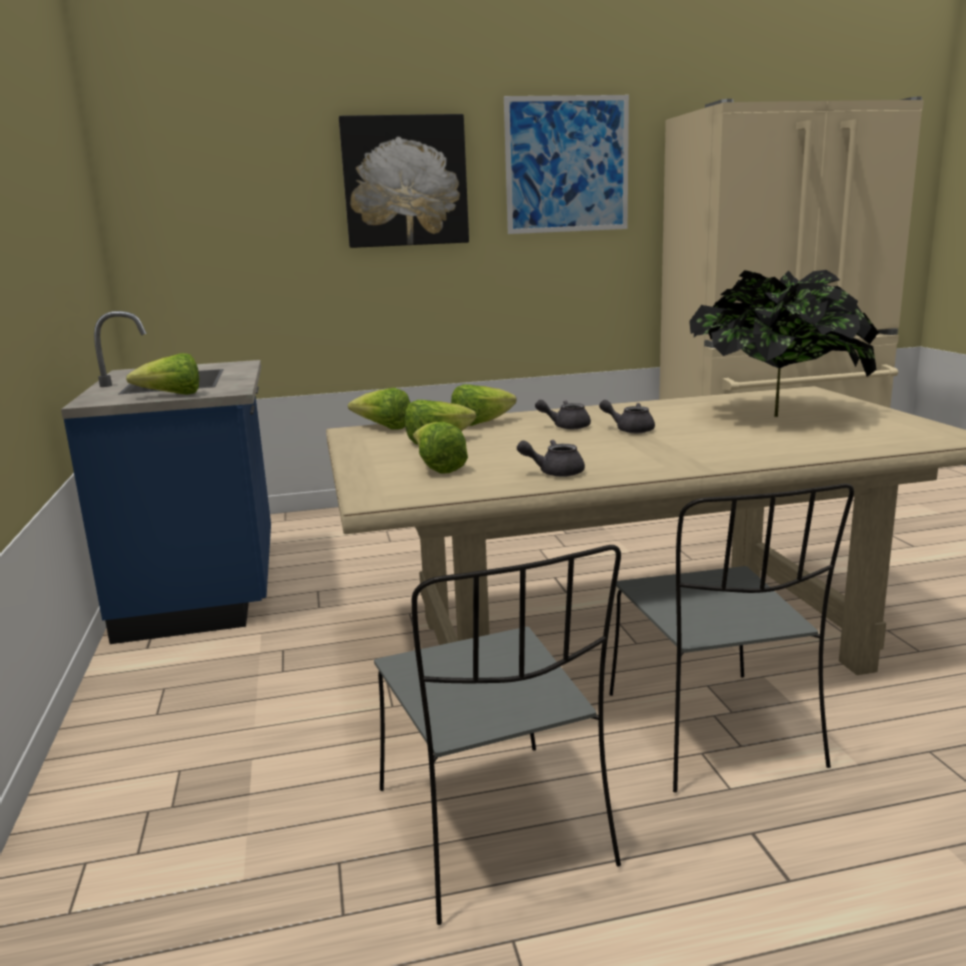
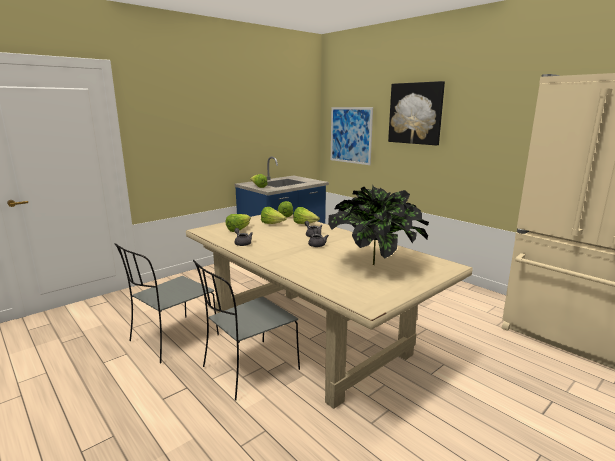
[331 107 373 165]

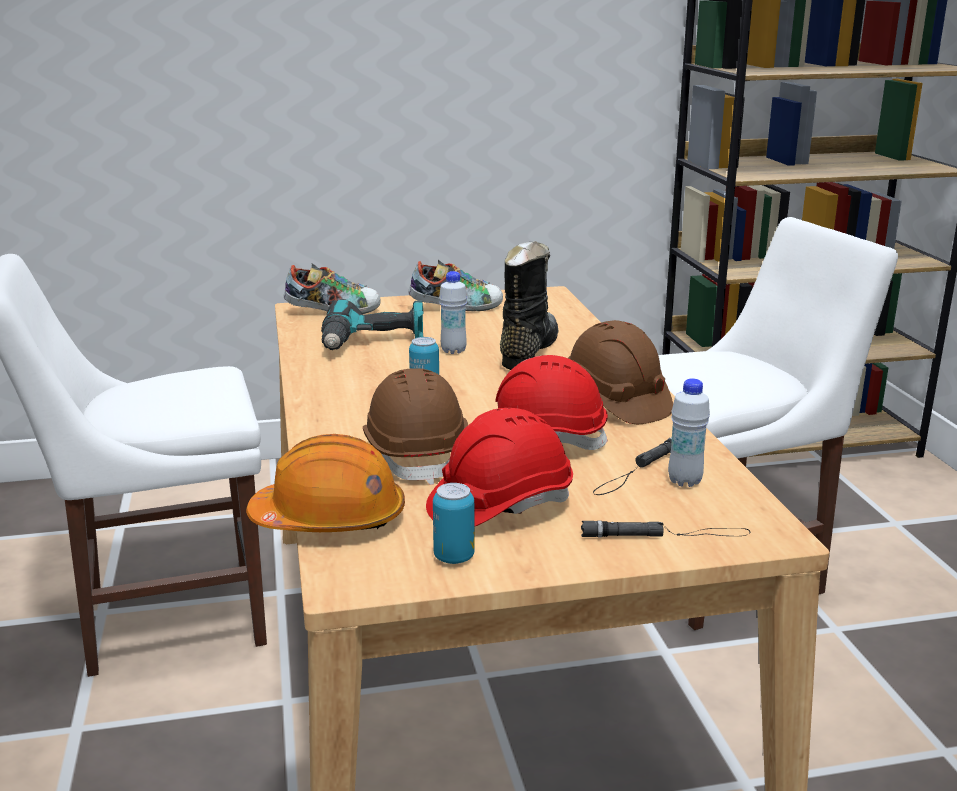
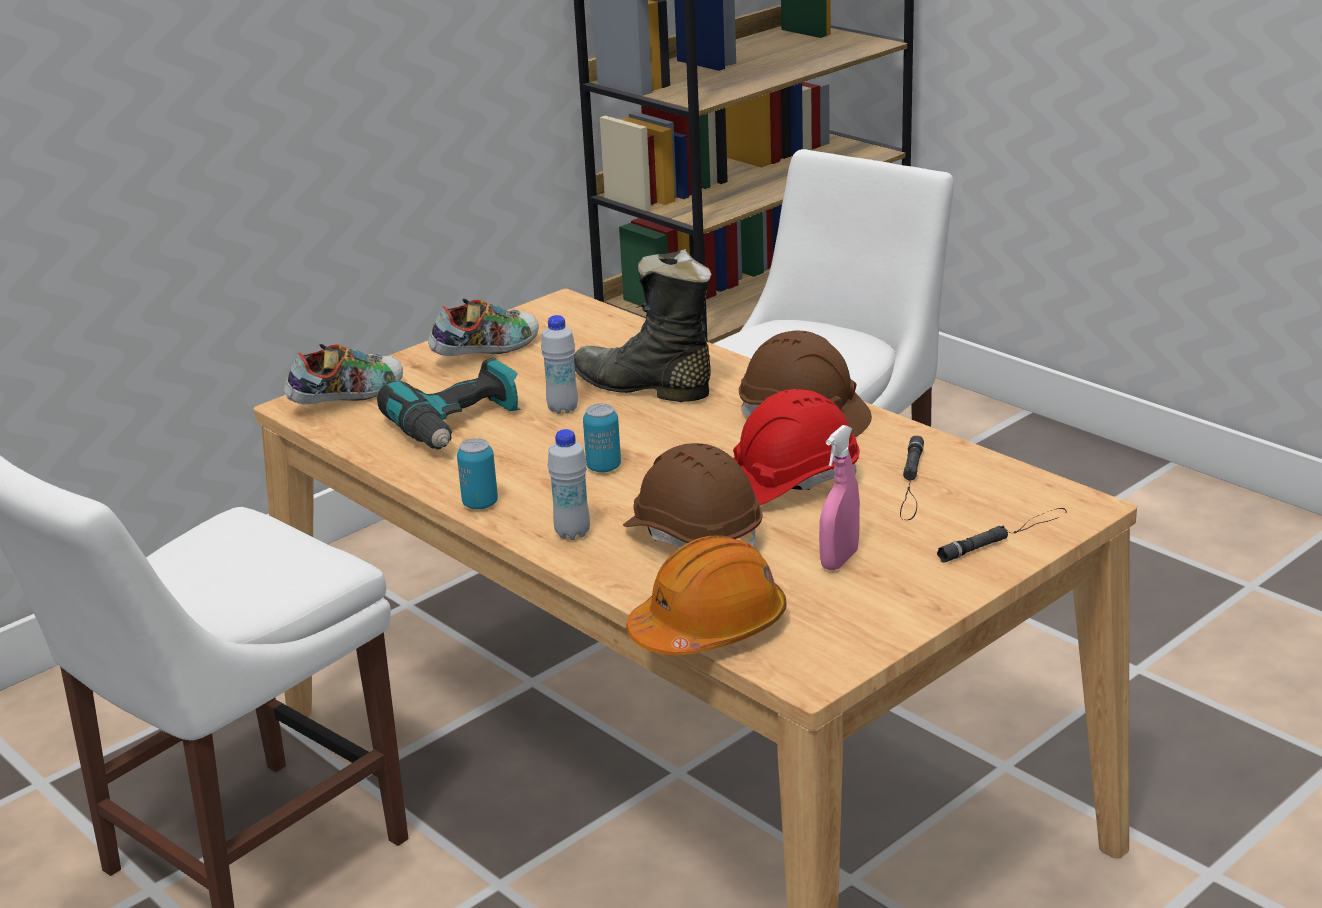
[574 249 711 402]
[548 429 590 540]
[819 425 860 570]
[457 438 498 509]

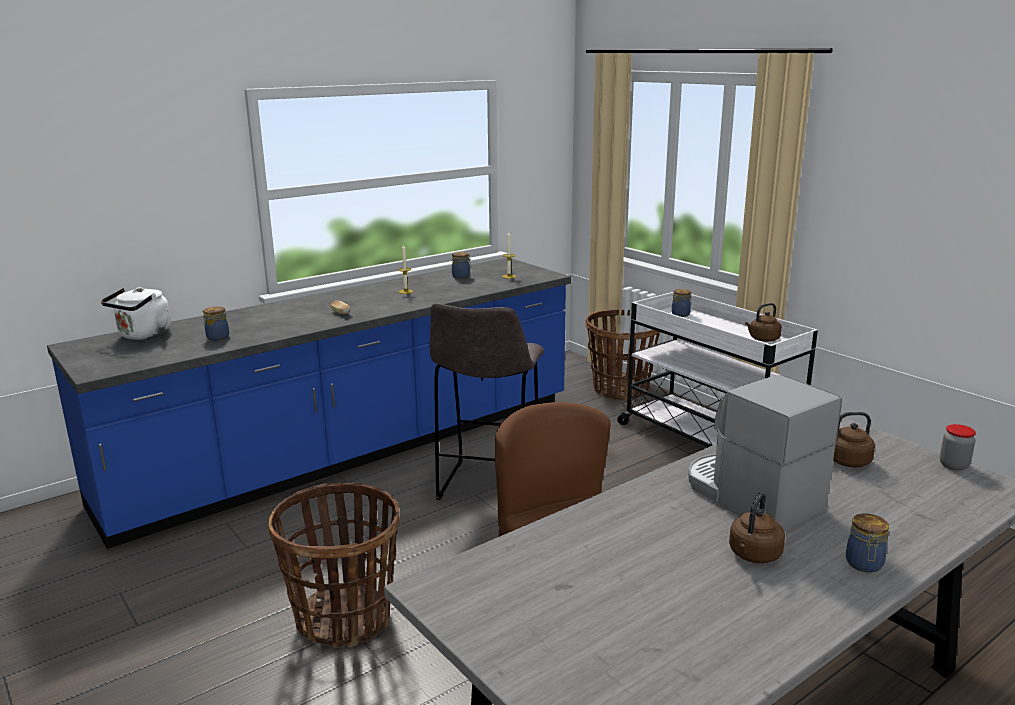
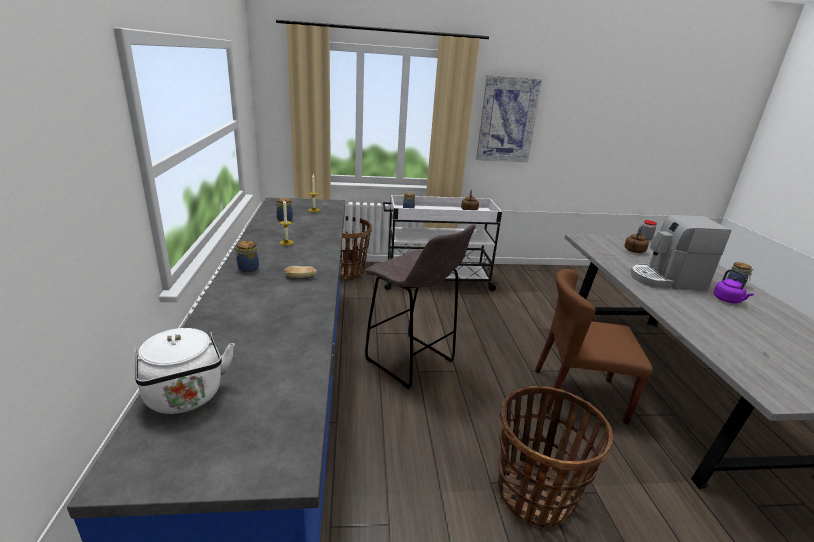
[234 241 259 272]
[713 269 754 303]
[476 75 542 162]

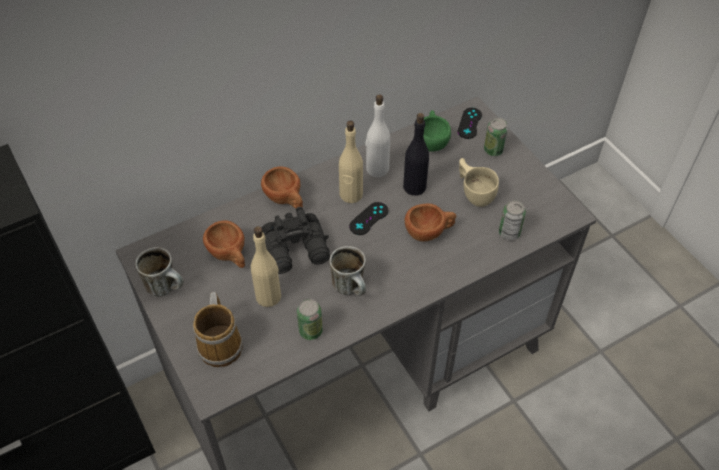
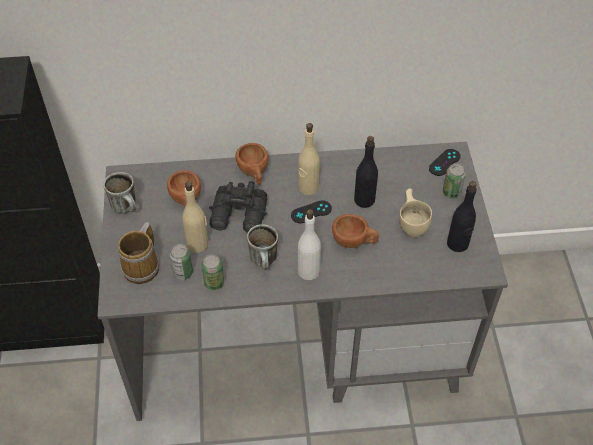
[298 210 321 280]
[424 110 451 152] (first image)
[169 244 193 280]
[447 181 477 252]

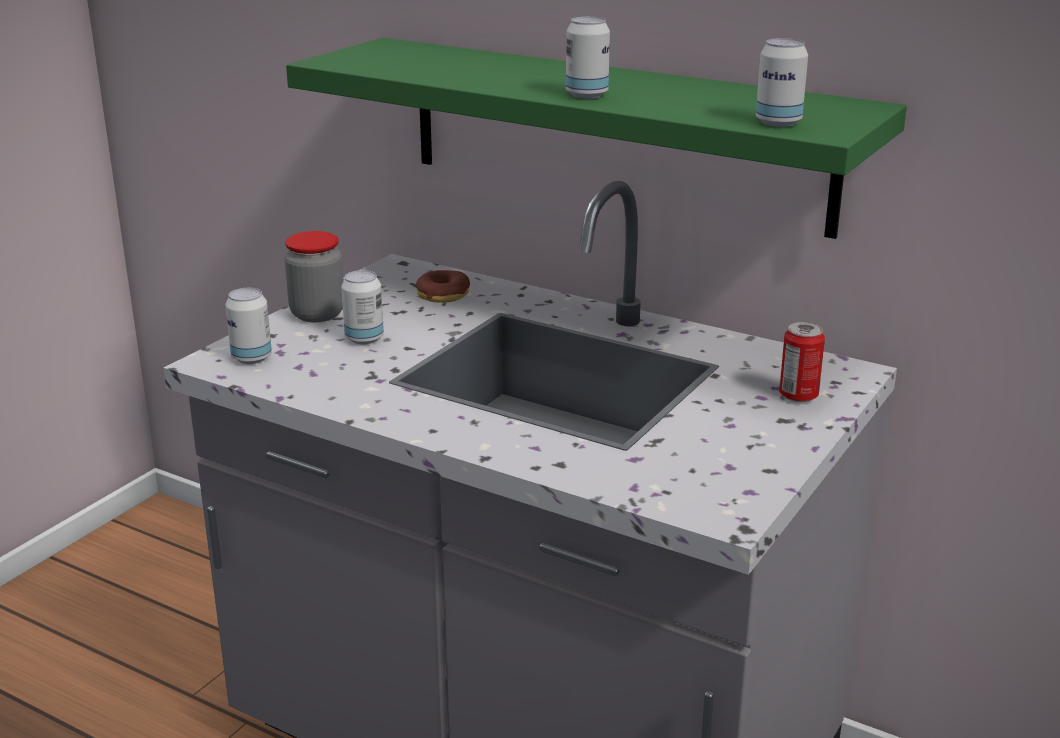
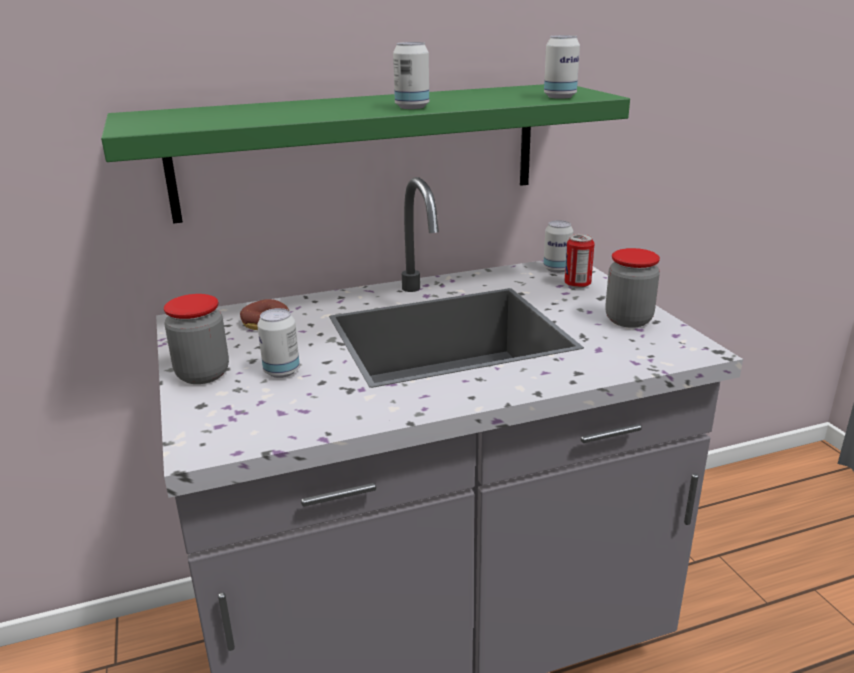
[543 220 573 273]
[605 248 660 328]

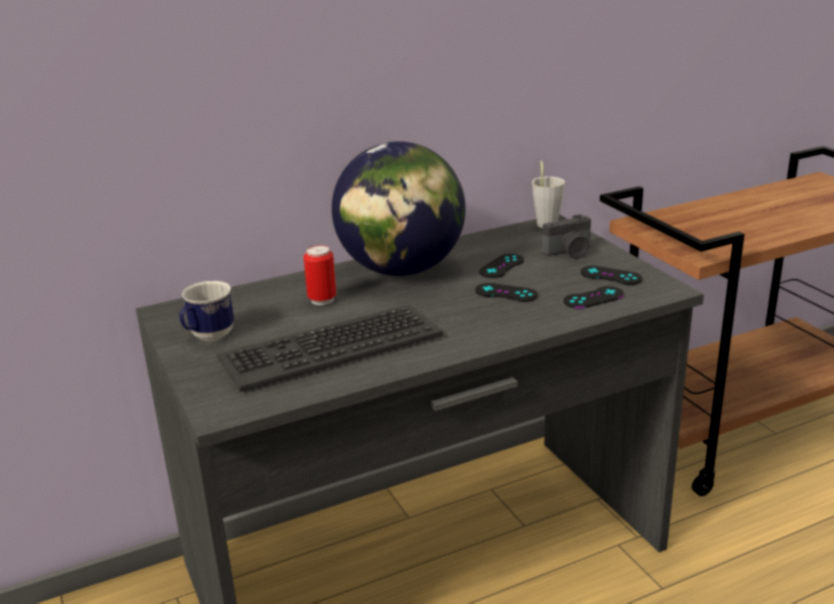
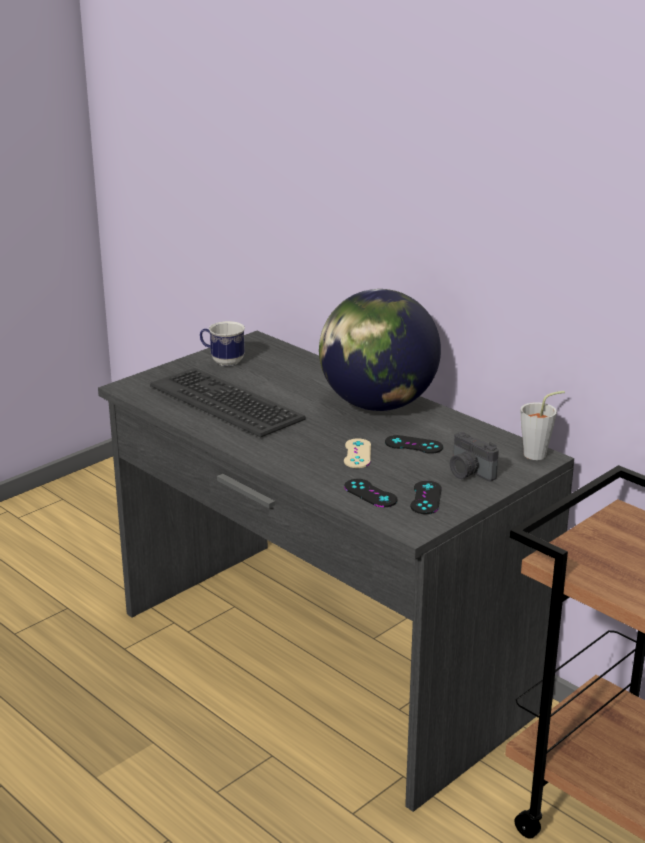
[304 245 336 305] (first image)
[344 438 371 468]

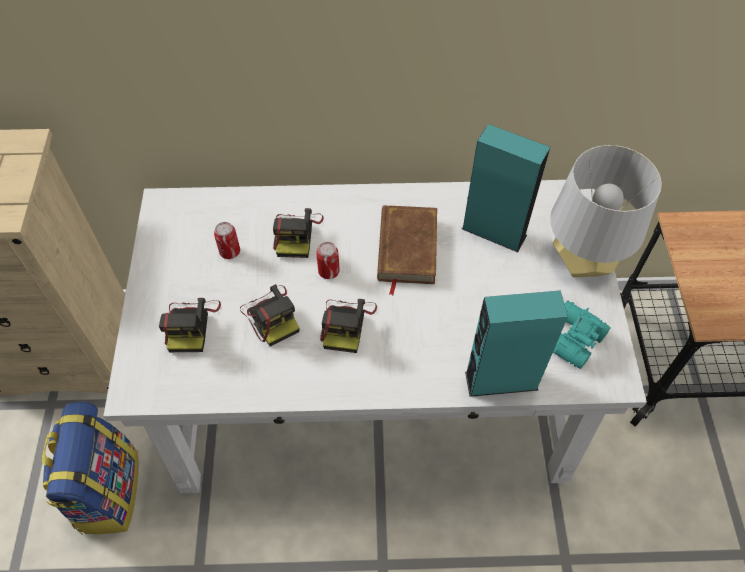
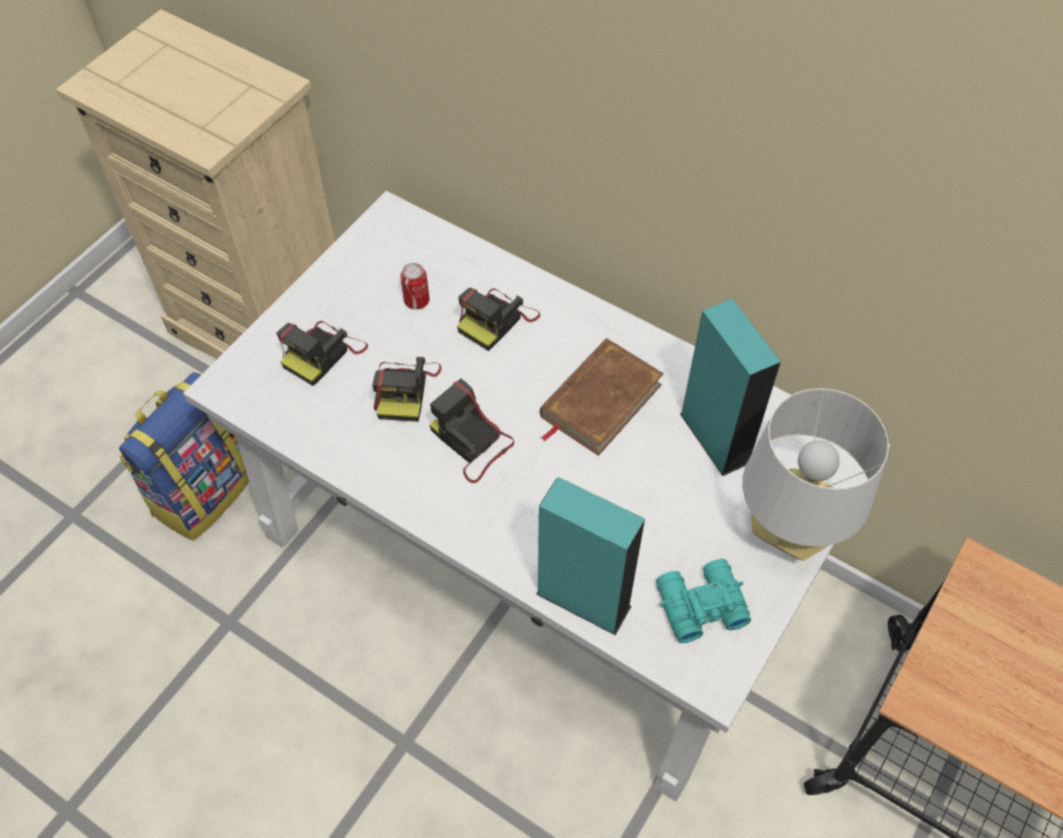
[316 242 340 279] (first image)
[429 378 514 483]

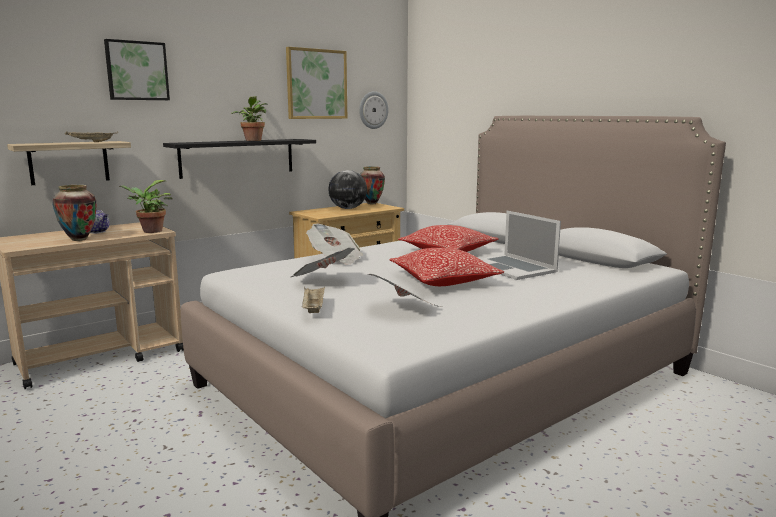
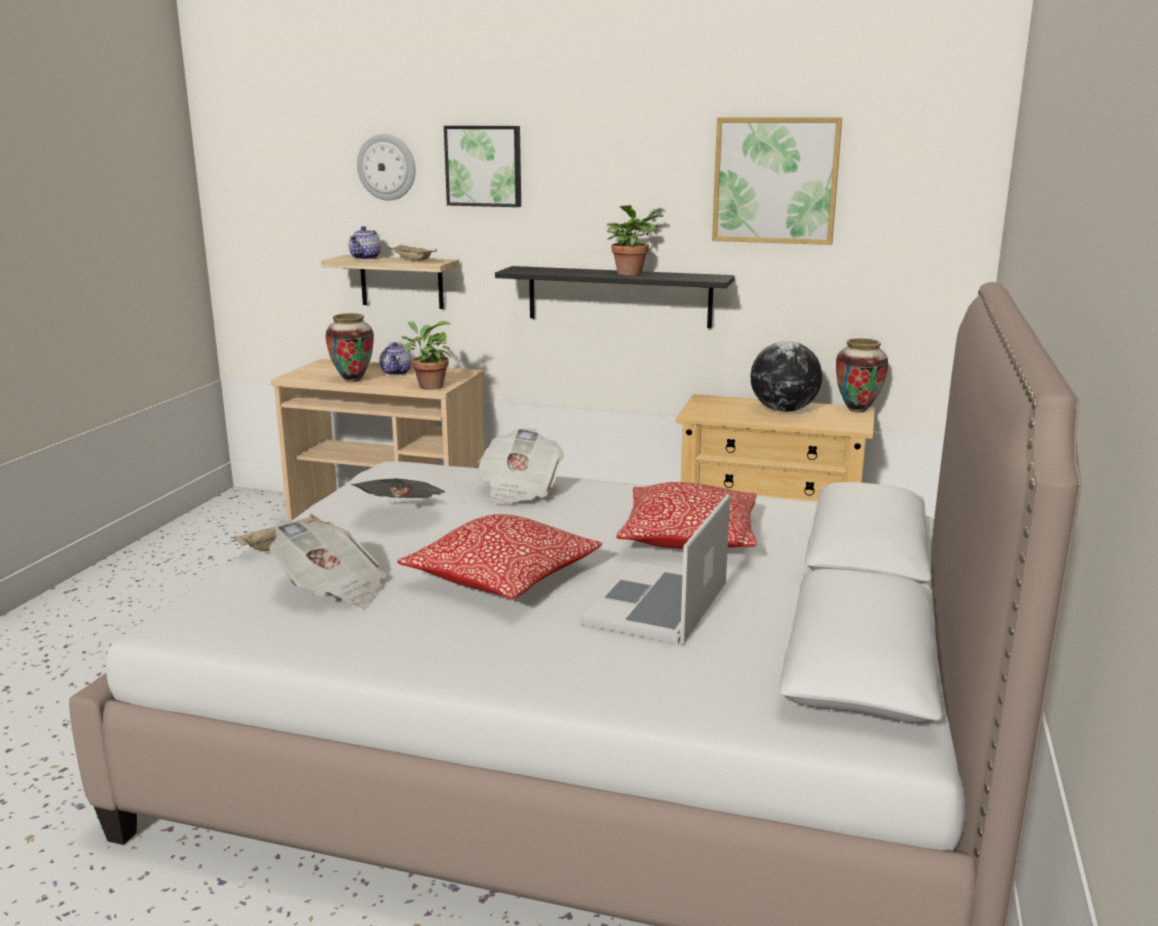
[357 134 415 201]
[349 226 381 260]

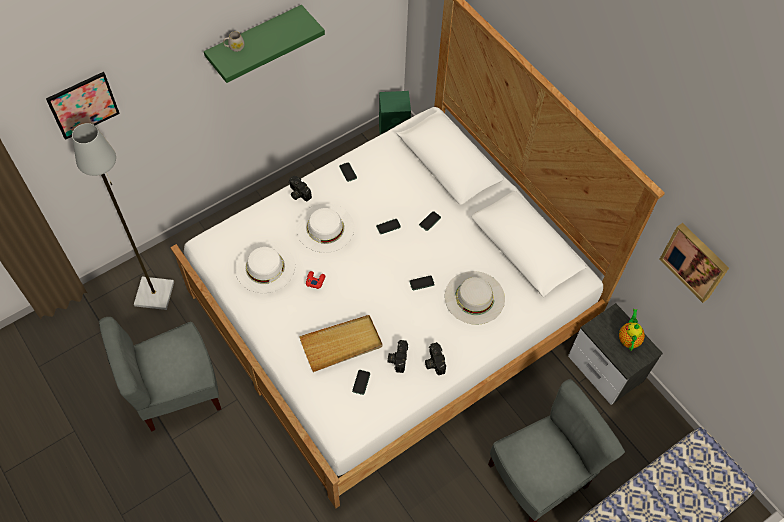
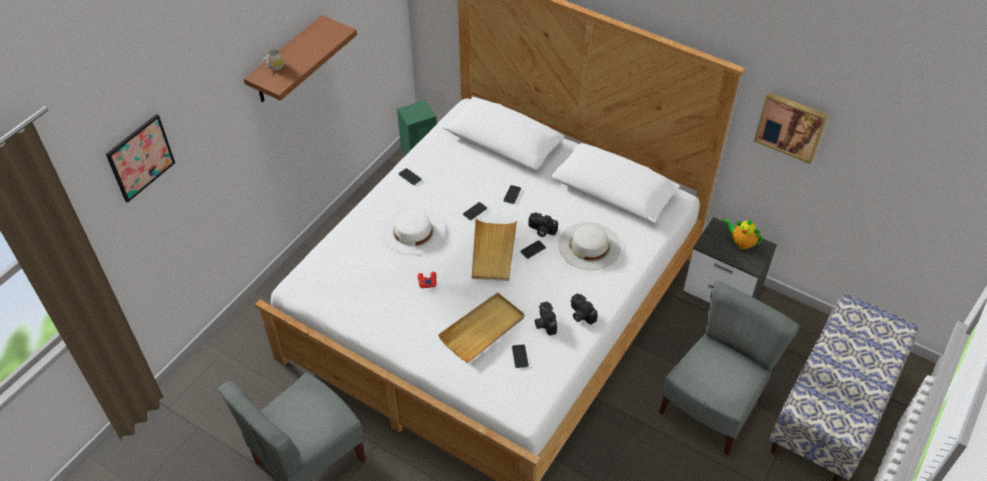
[244 15 357 102]
[72 123 174 310] (first image)
[528 213 558 237]
[235 241 295 293] (first image)
[722 218 763 249]
[472 218 517 281]

